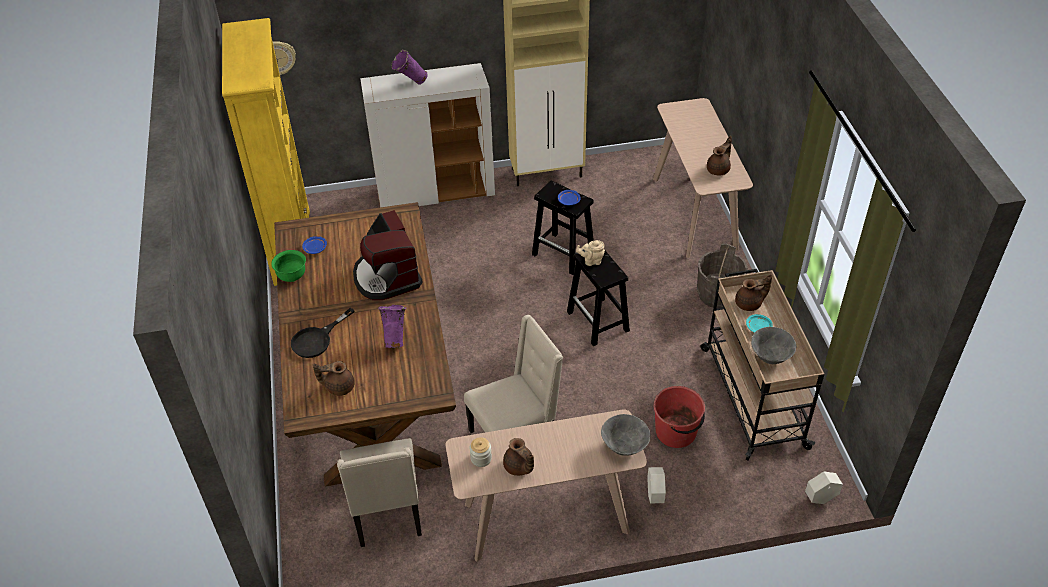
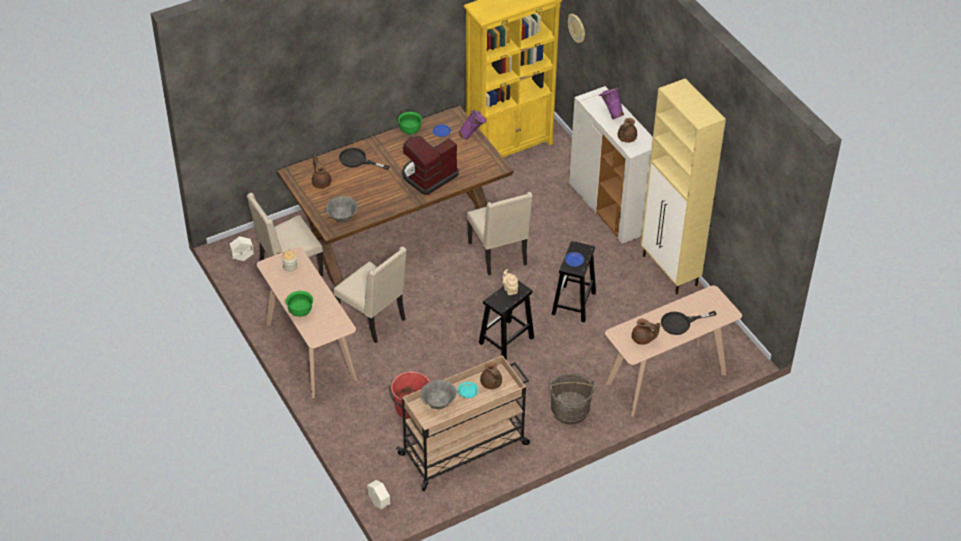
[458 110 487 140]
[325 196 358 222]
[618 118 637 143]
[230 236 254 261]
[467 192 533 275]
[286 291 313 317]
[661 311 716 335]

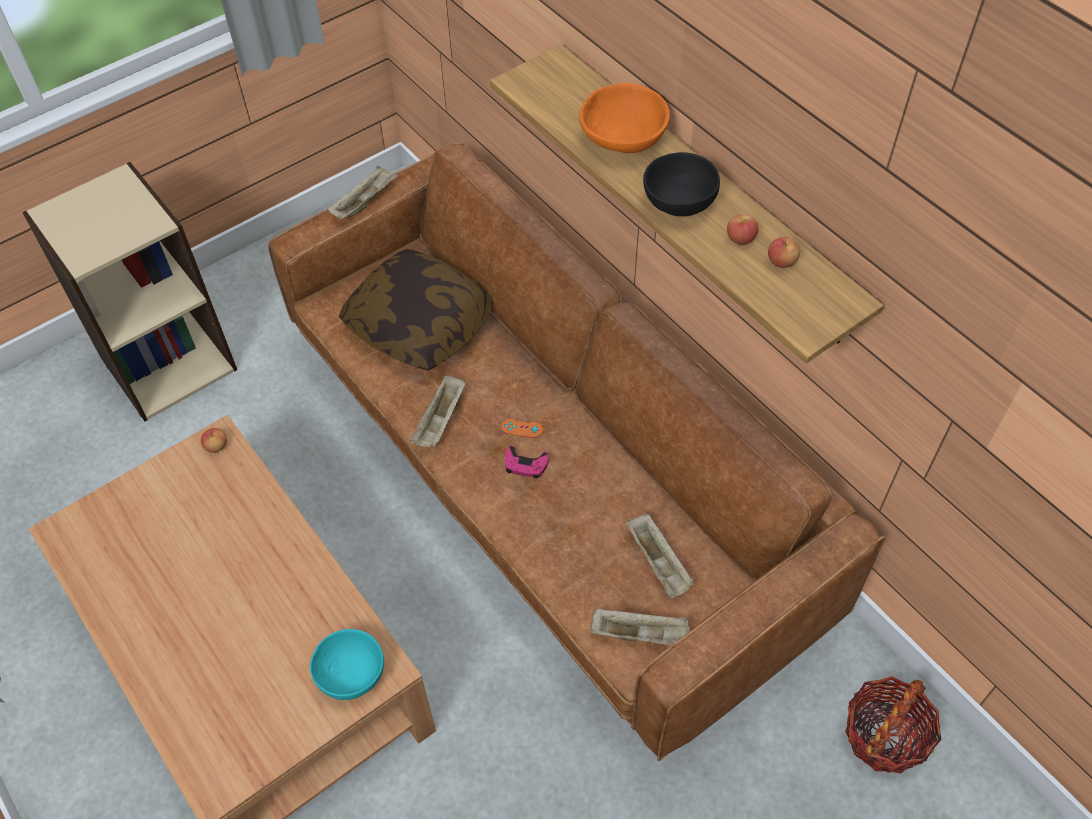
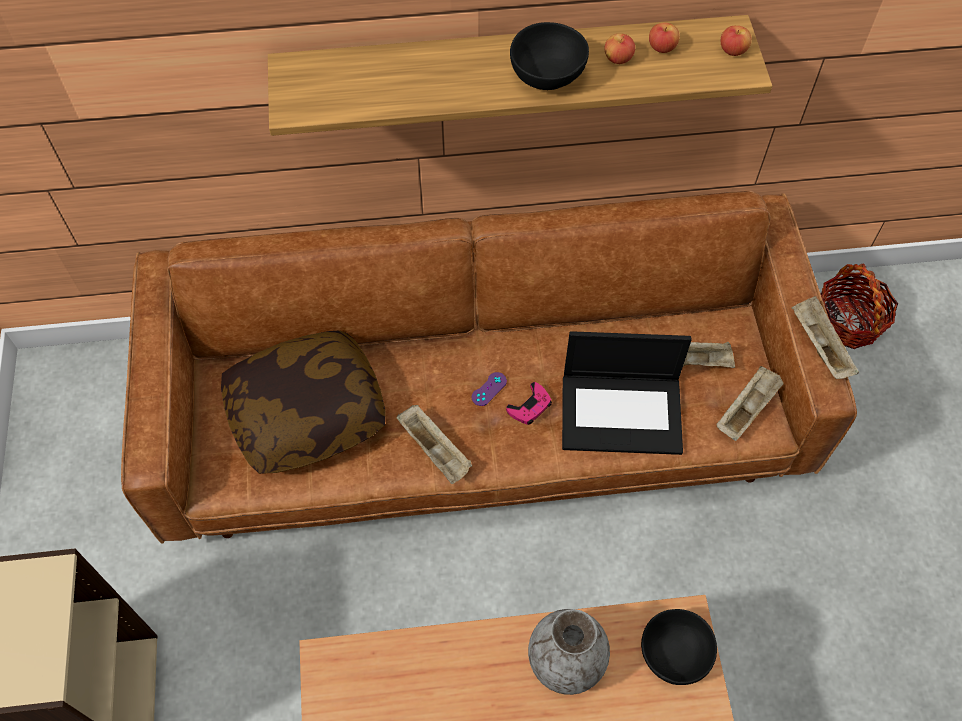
[579 83 670 153] (first image)
[792 296 859 379]
[472 372 507 406]
[720 25 752 56]
[641 609 717 685]
[562 331 691 455]
[528 609 610 695]

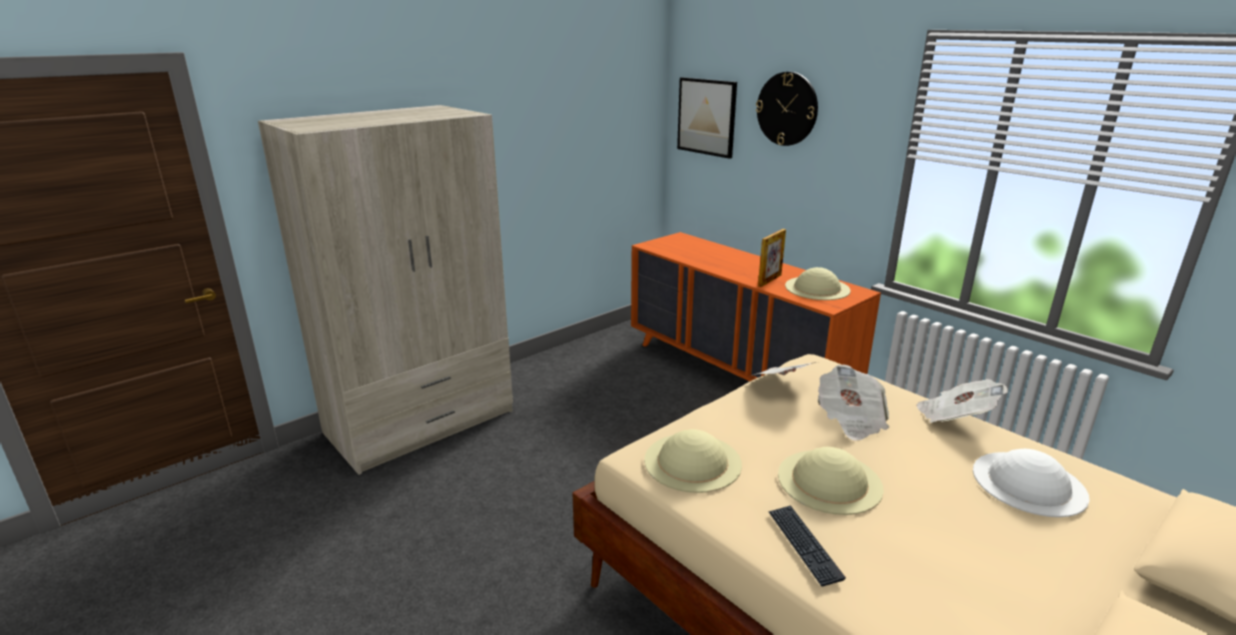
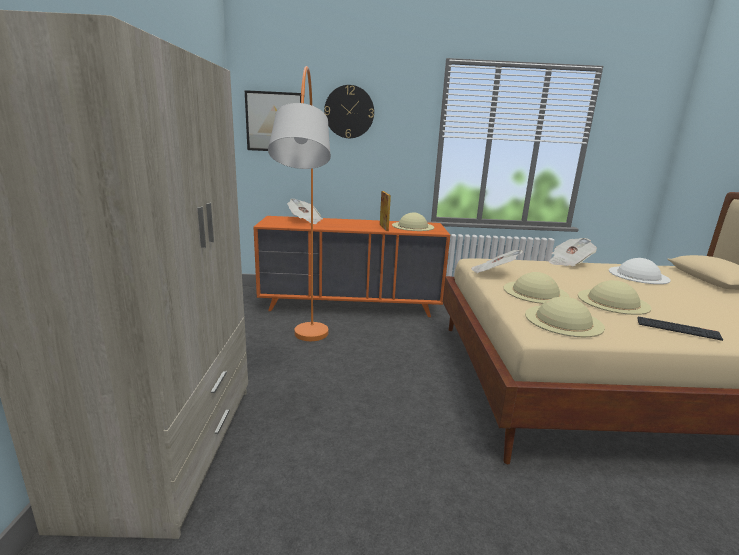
[287 199 323 224]
[268 66 331 341]
[504 272 570 304]

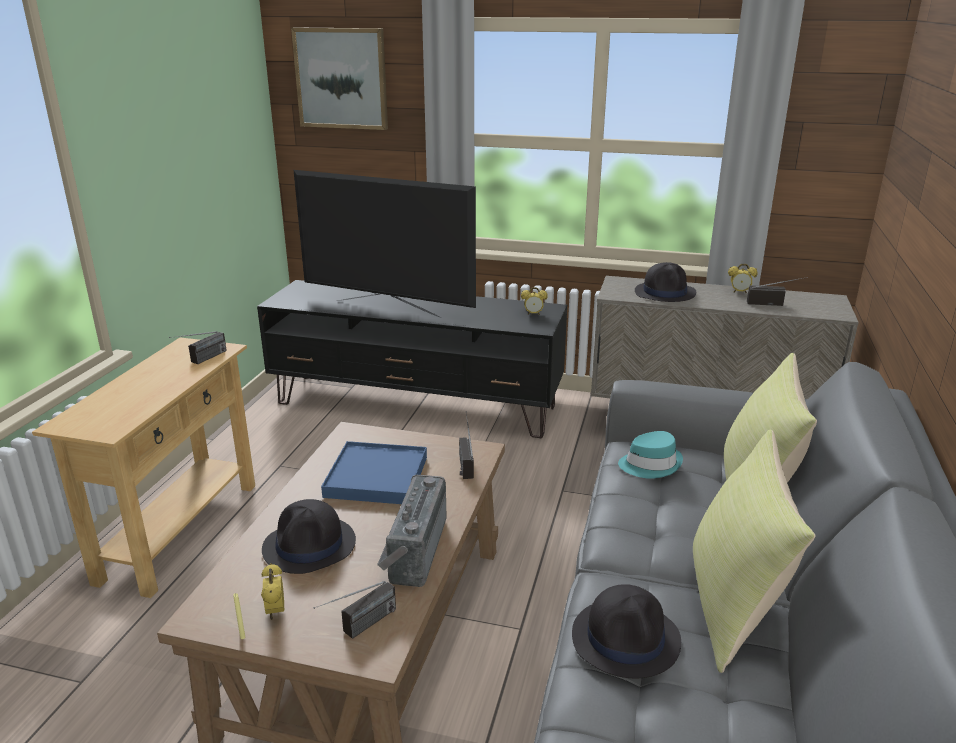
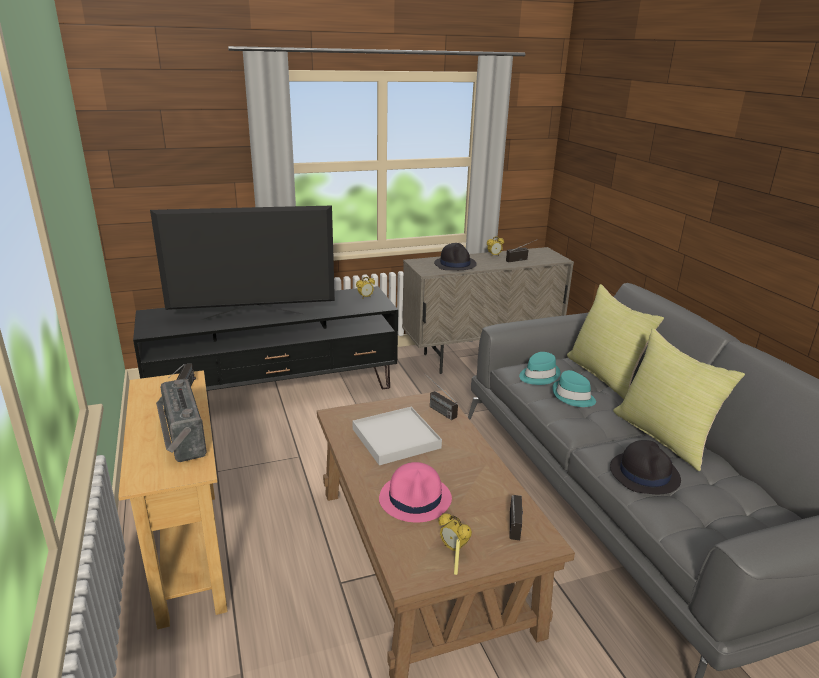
[291 27 388 130] (first image)
[353 407 442 465]
[156 379 207 462]
[379 462 452 522]
[552 370 596 407]

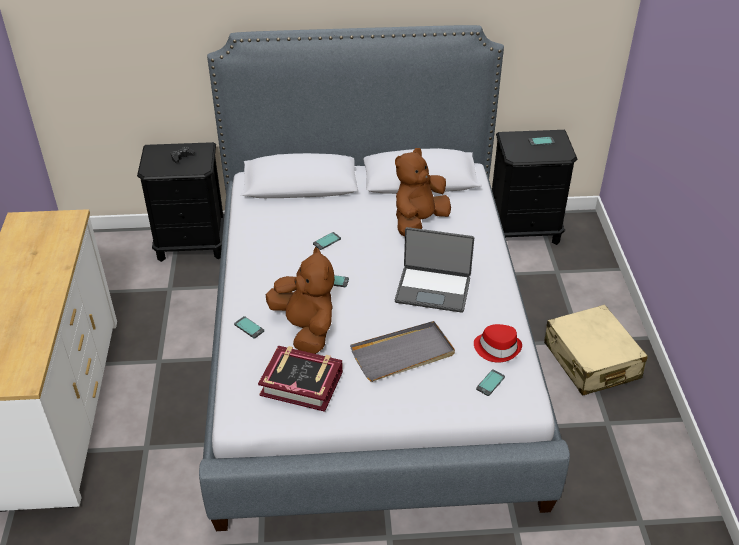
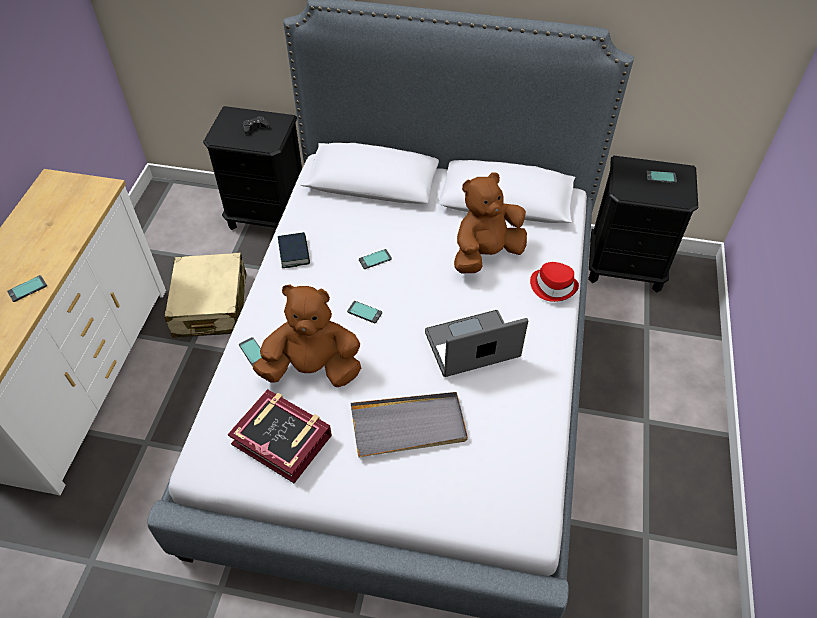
[425 310 528 377]
[253 284 361 387]
[164 253 247 337]
[530 262 579 302]
[7 275 47 302]
[278 232 310 268]

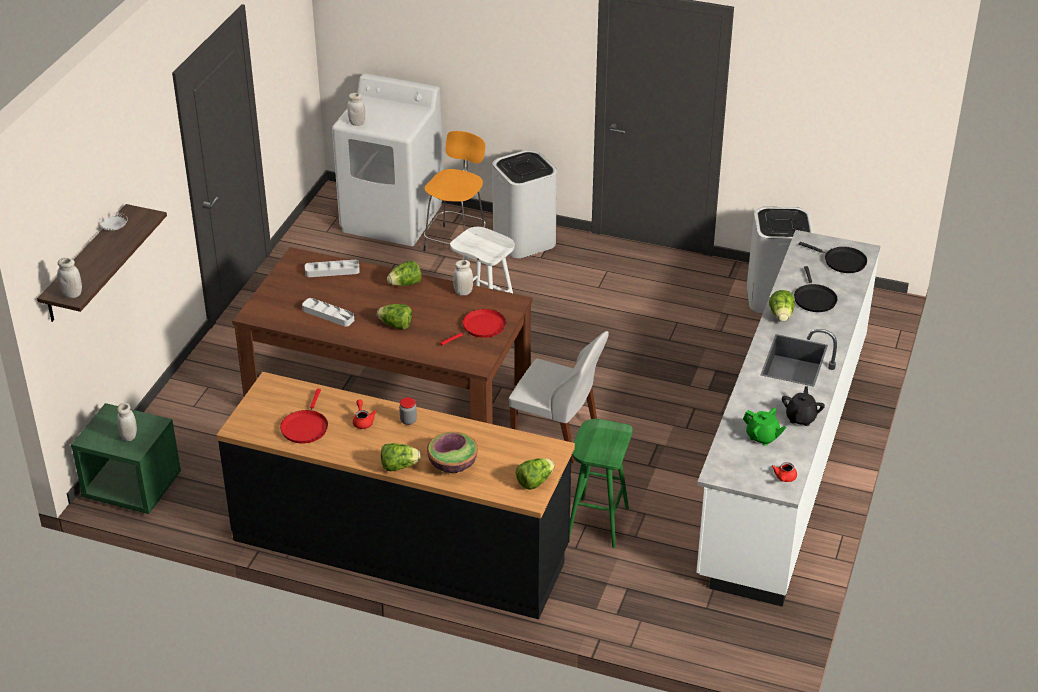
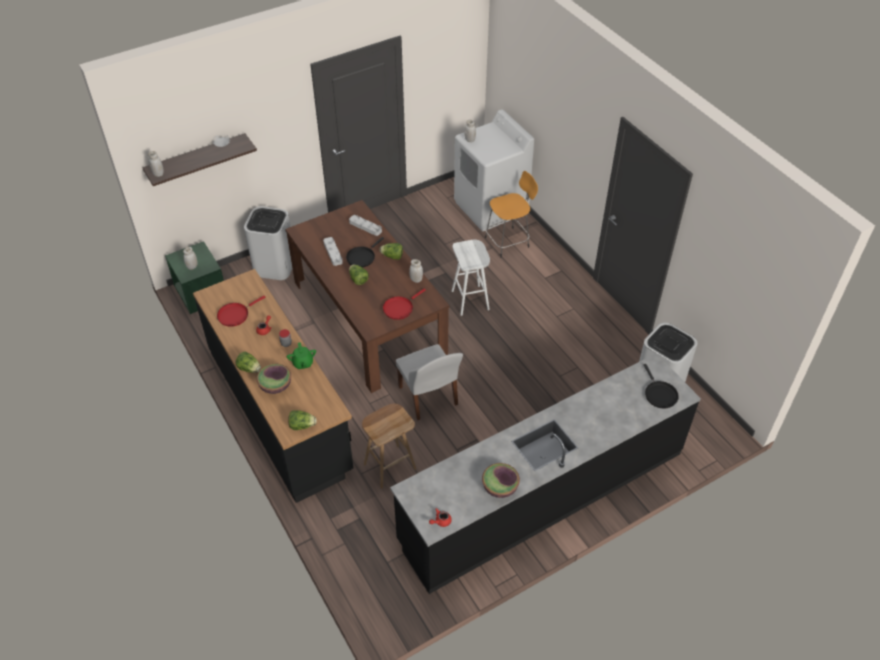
[244 206 292 280]
[390 353 701 594]
[346 237 384 267]
[769 290 795 322] (first image)
[383 289 426 320]
[482 463 520 498]
[287 342 316 369]
[362 403 416 488]

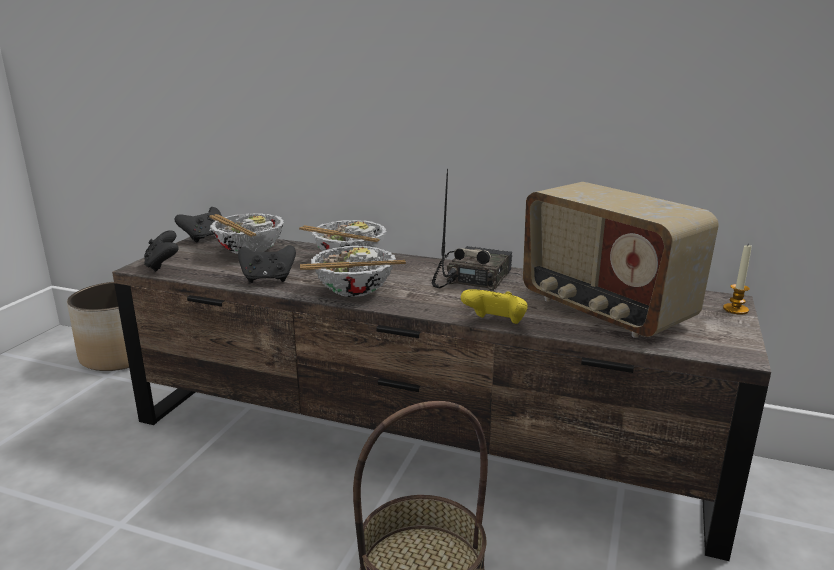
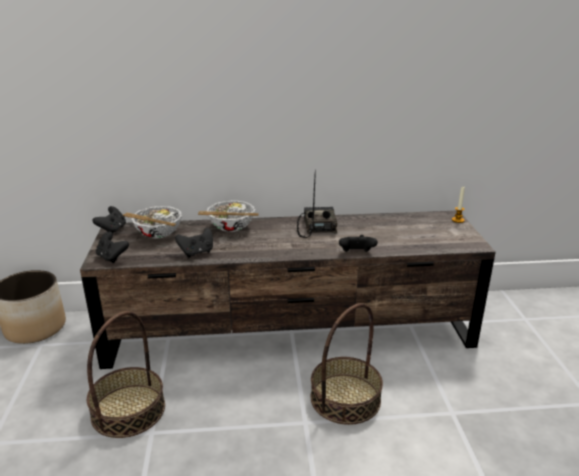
[523 182 719 338] (first image)
[300 246 406 297] (first image)
[339 235 378 252]
[87 311 165 438]

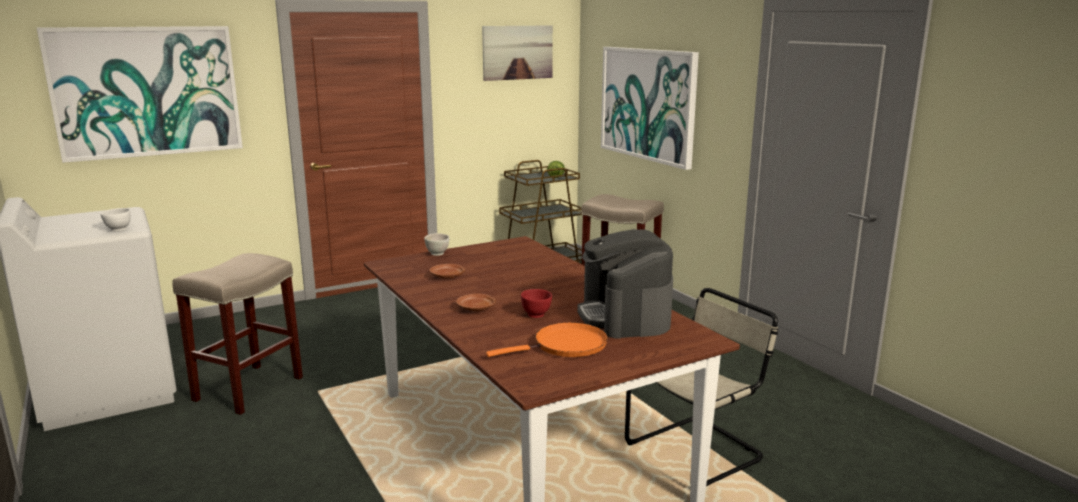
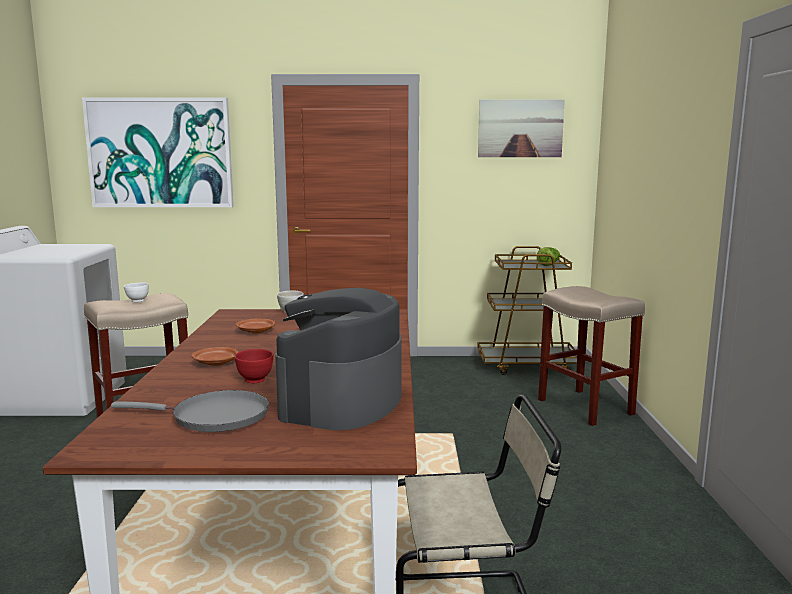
[601 47 699 170] (first image)
[124 282 149 302]
[111 390 269 432]

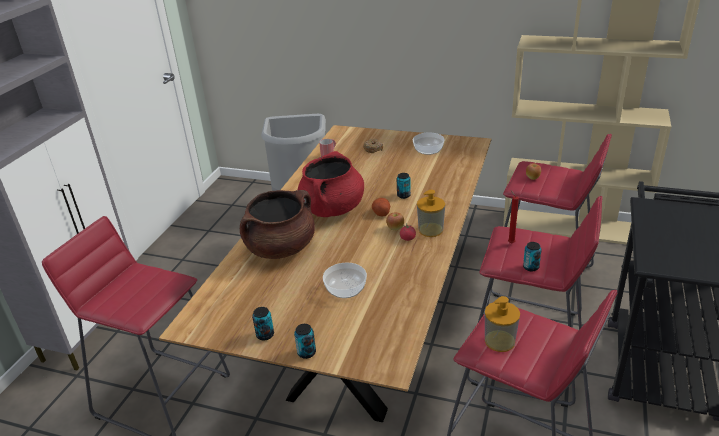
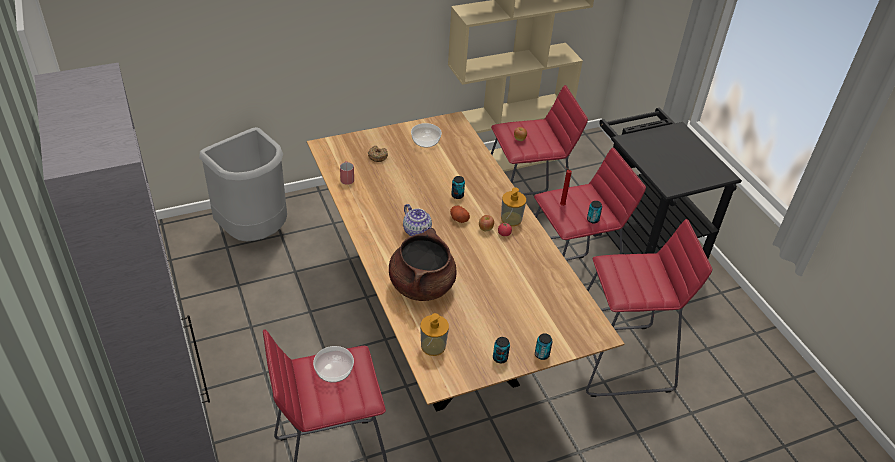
[403 204 432 236]
[313 346 354 383]
[420 313 449 356]

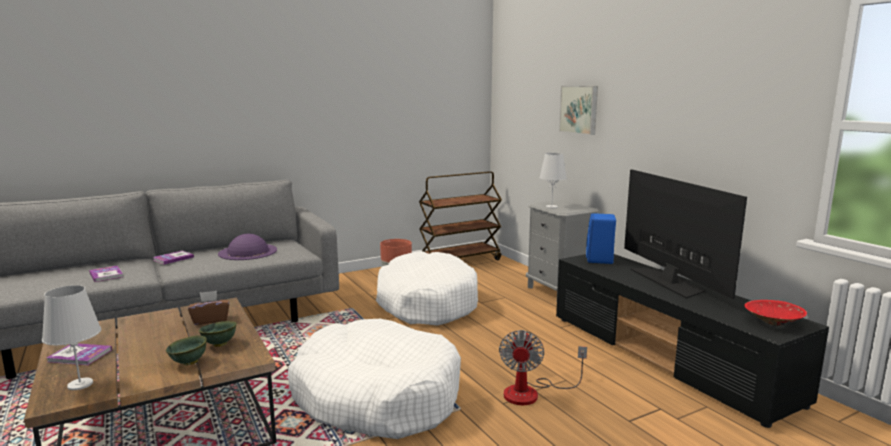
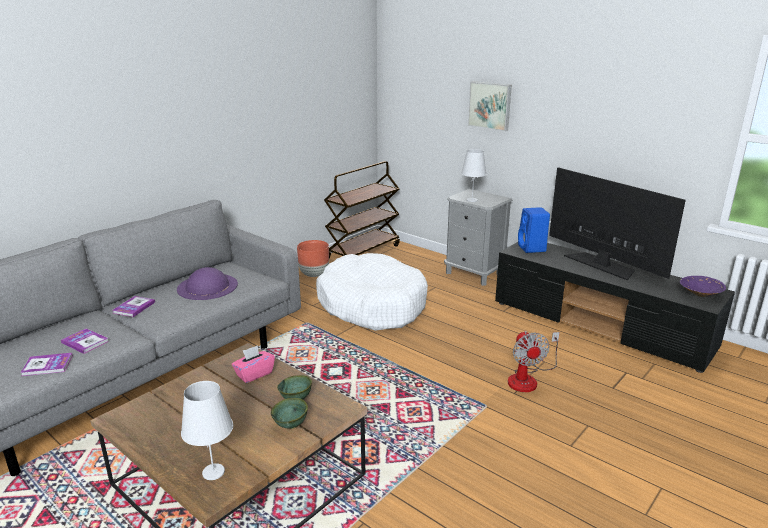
[232 345 275 383]
[680 276 726 297]
[288 319 461 439] (first image)
[20 353 73 376]

